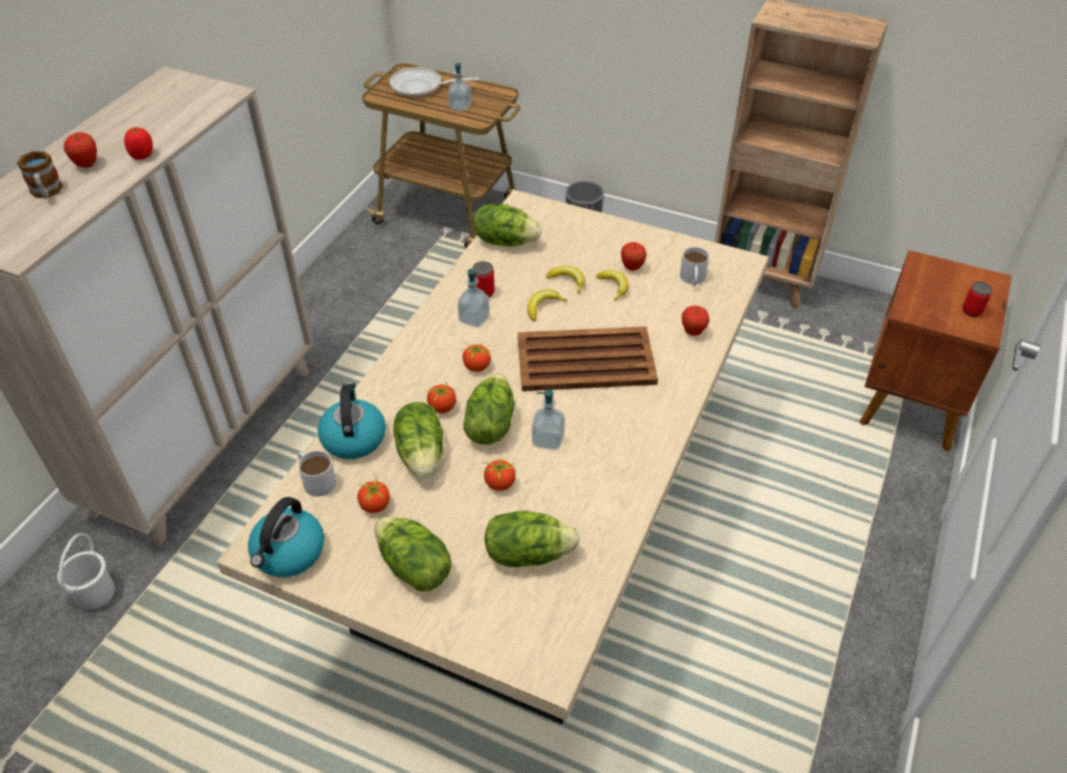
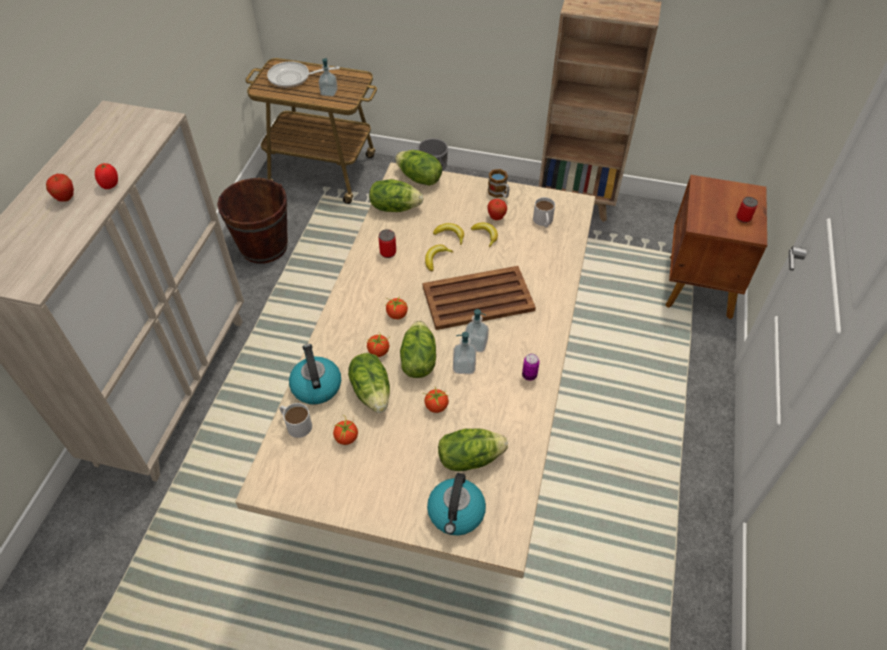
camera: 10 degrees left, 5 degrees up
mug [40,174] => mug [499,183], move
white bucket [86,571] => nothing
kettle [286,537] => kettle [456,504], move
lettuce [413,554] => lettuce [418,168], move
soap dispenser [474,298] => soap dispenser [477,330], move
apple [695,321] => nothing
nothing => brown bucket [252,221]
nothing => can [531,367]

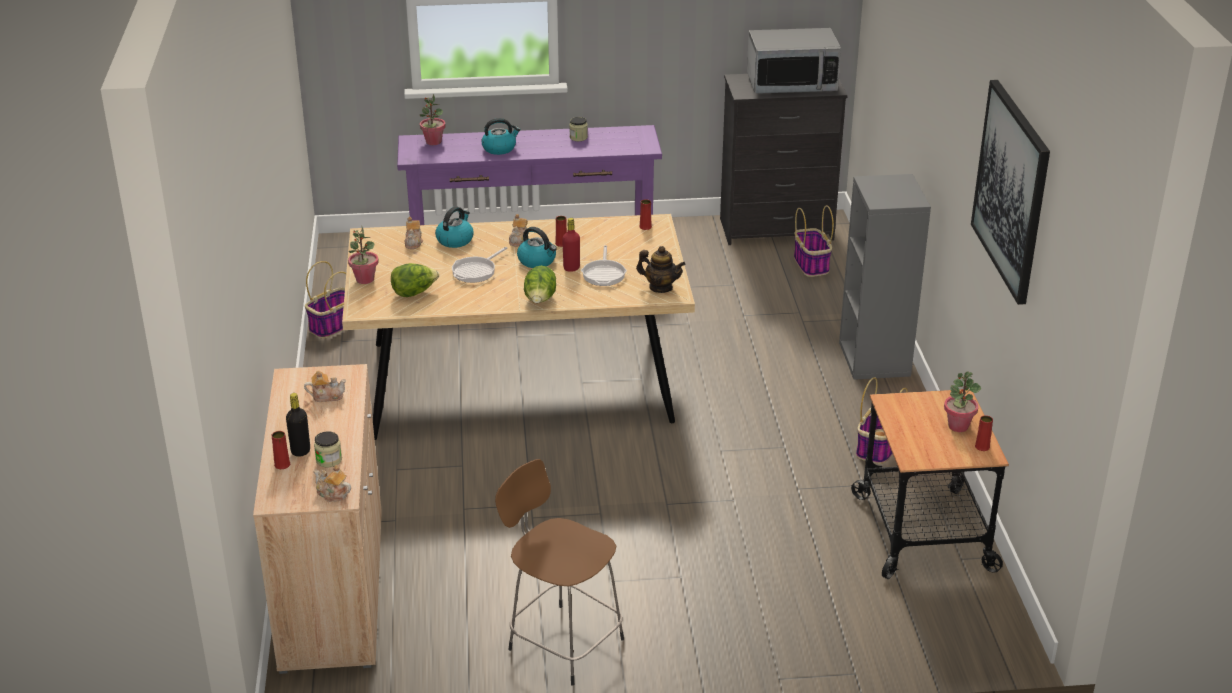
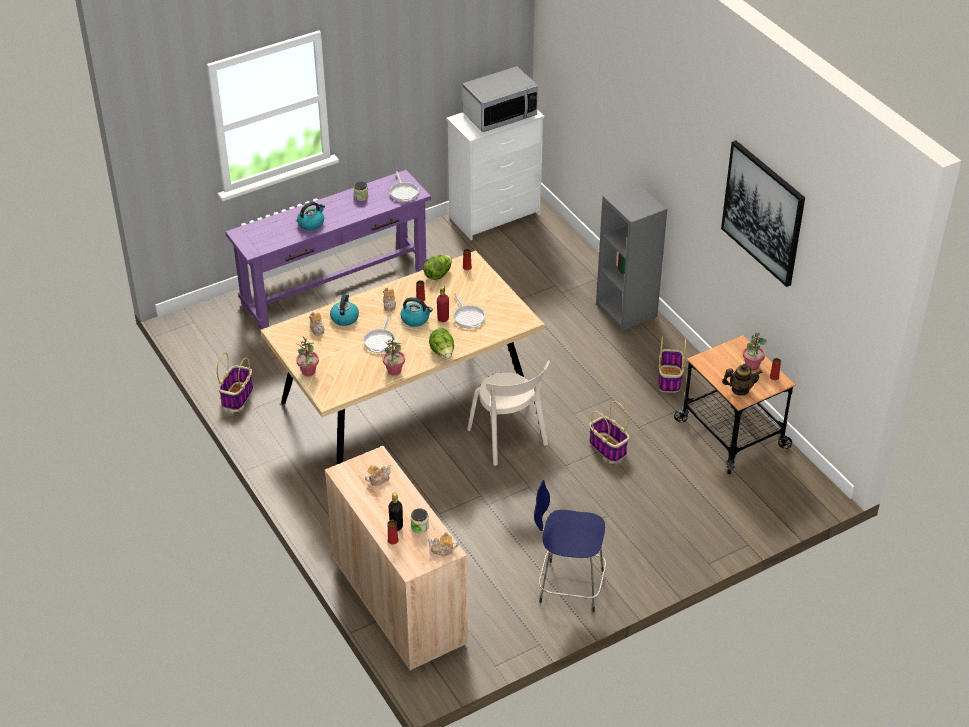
camera: 25 degrees left, 10 degrees up
lettuce [415,280] => lettuce [437,267], move
potted plant [432,119] => potted plant [394,355], move
brown stool [559,572] => blue stool [570,546]
teapot [661,269] => teapot [742,380], move
black dresser [784,159] => white dresser [495,174]
basket [814,241] => basket [609,432], move
nothing => frying pan [404,186]
nothing => beige chair [508,413]

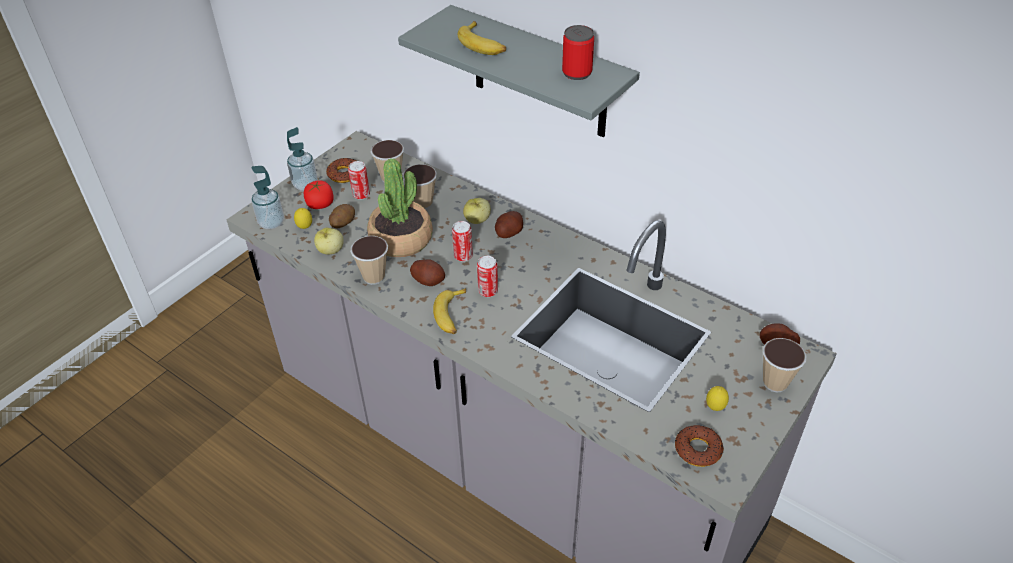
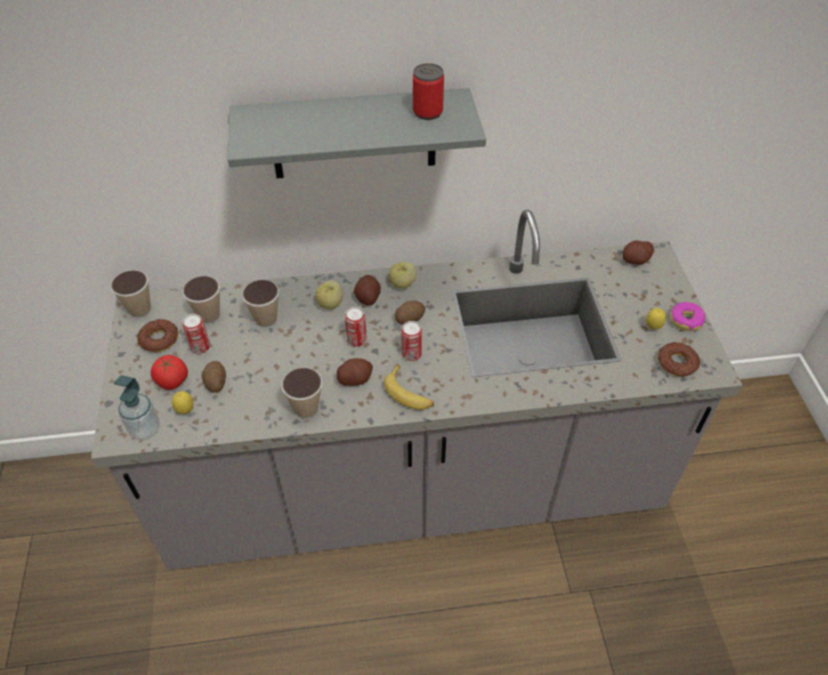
camera: 45 degrees left, 5 degrees up
soap dispenser [302,159] => nothing
apple [329,241] => apple [403,275], move
potted plant [400,207] => nothing
banana [482,38] => nothing
cup [785,365] => cup [130,293], move
nothing => potato [410,312]
nothing => donut [687,316]

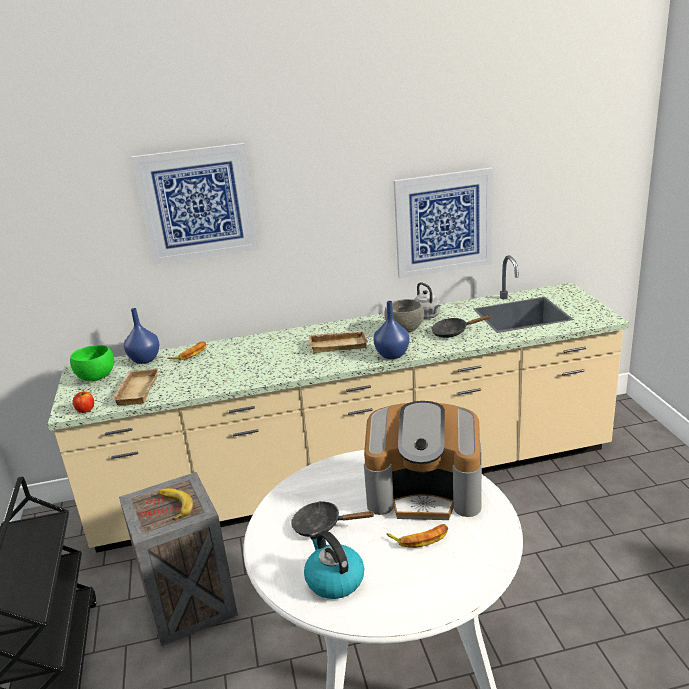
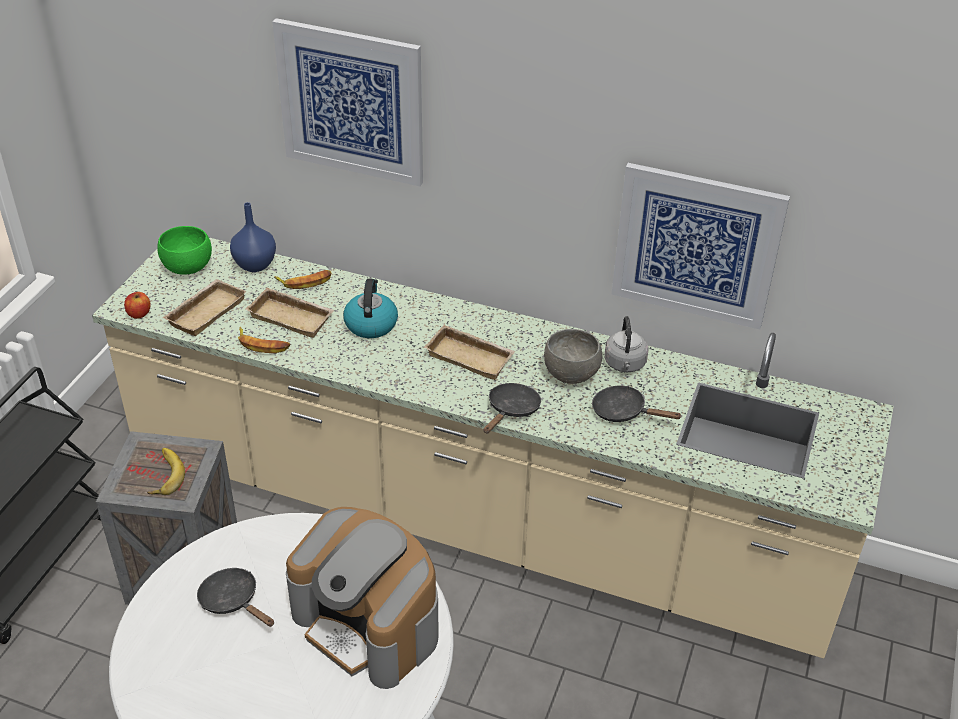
camera: 30 degrees right, 15 degrees up
kettle [334,565] => kettle [370,308], move
blue vase [391,330] => black frying pan [512,408]
banana [417,536] => banana [264,340], move
nothing => beige tray [289,313]

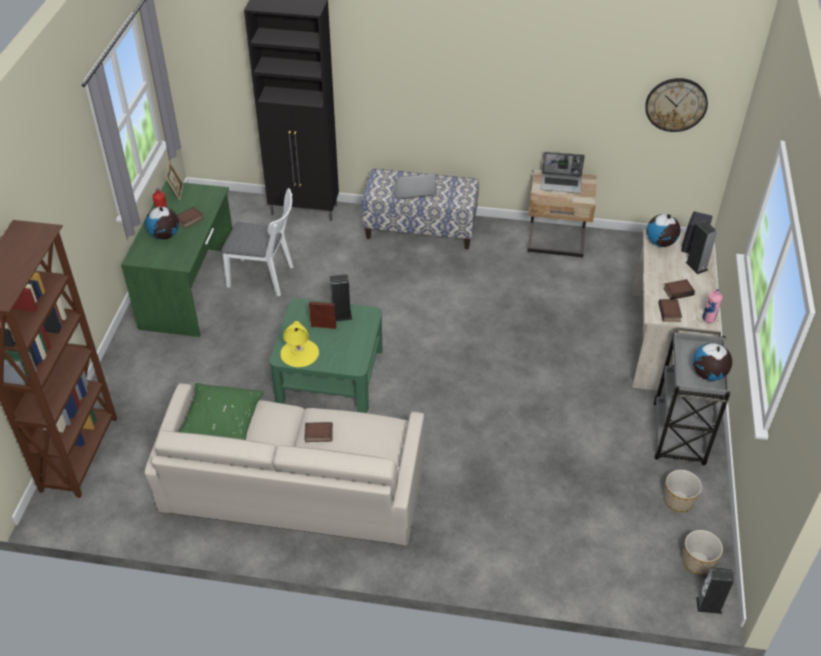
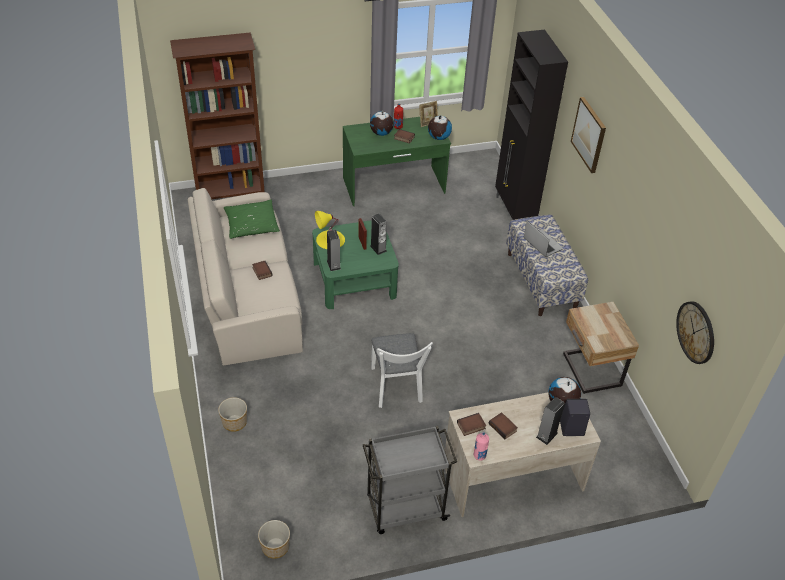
camera: 65 degrees right, 0 degrees up
white chair [257,242] => white chair [402,370], move
laptop [563,172] => nothing
planter [683,491] => planter [232,414], move
globe [712,362] => globe [440,128], move
speaker [715,590] => speaker [334,250], move
nothing => picture [588,135]

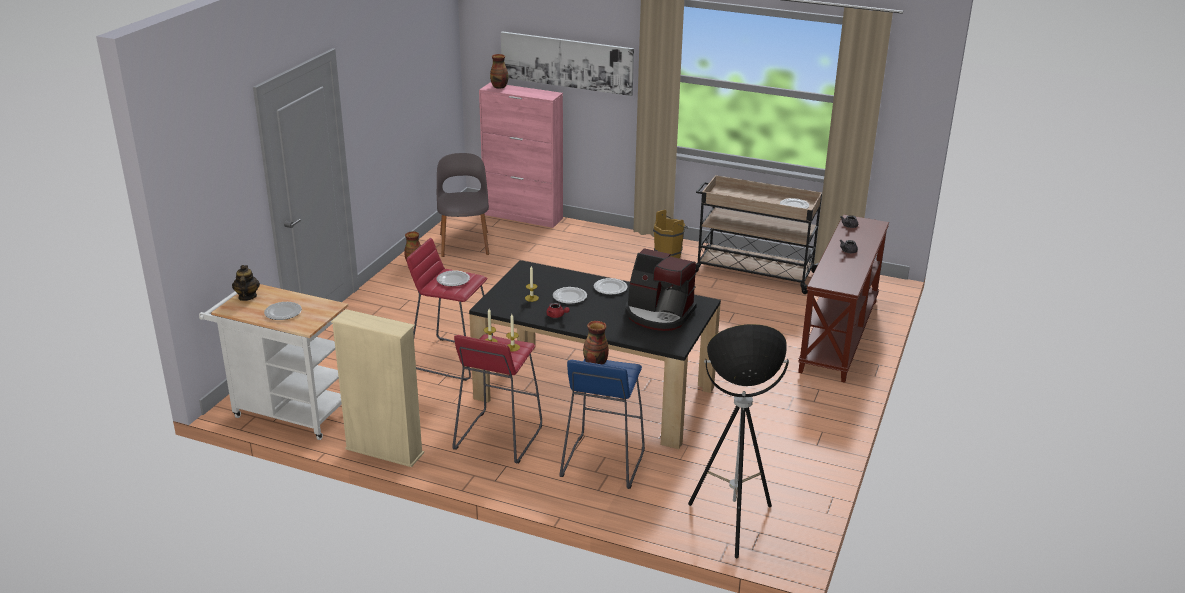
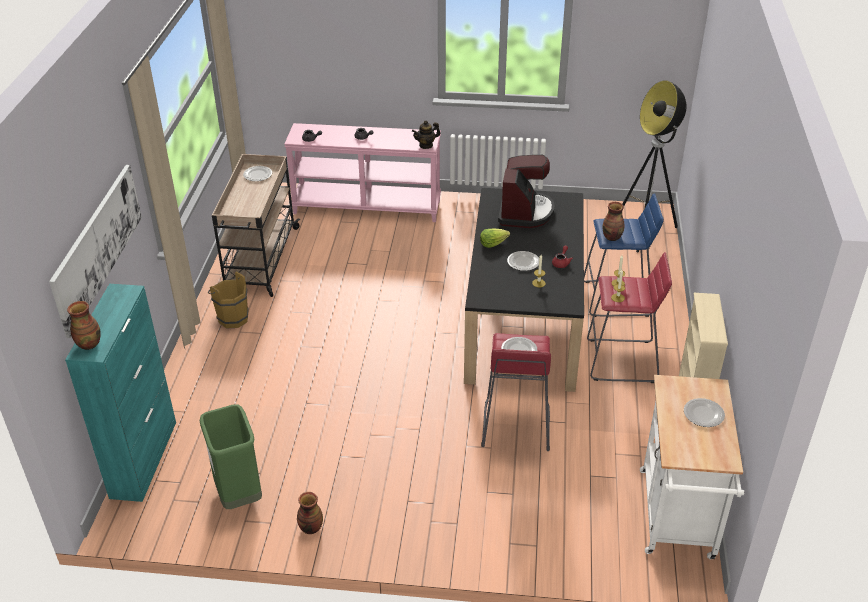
camera: 105 degrees left, 10 degrees up
teapot [246,283] => teapot [426,135], move
grey chair [463,205] => green trash can [231,456]
pink cabinet [521,155] => turquoise cabinet [120,393]
plate [611,286] => lettuce [495,238]
brown console table [843,298] => pink console table [362,172]

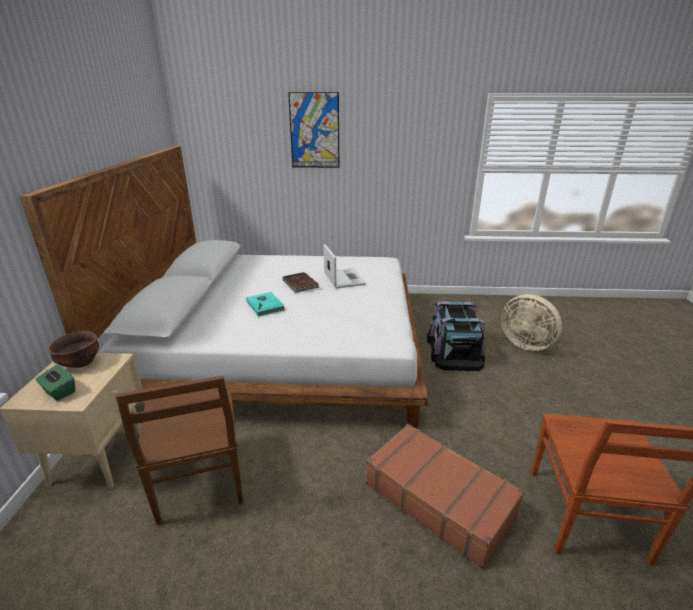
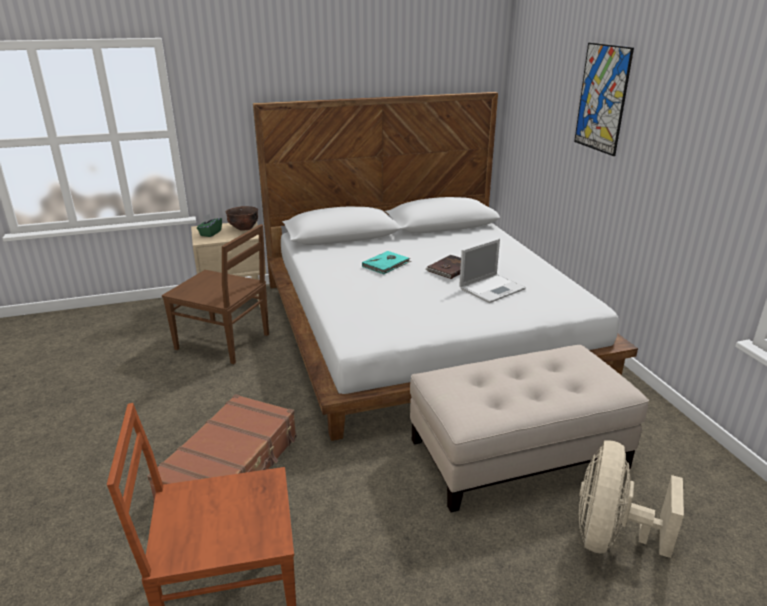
camera: 70 degrees right, 0 degrees up
brown chair [179,450] => brown chair [215,294], 120 degrees counterclockwise
black storage box [456,336] => beige ottoman [529,429]

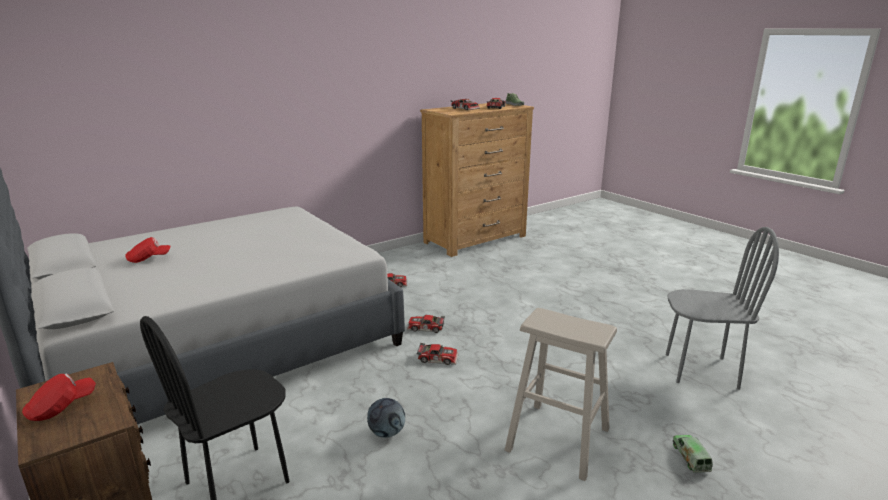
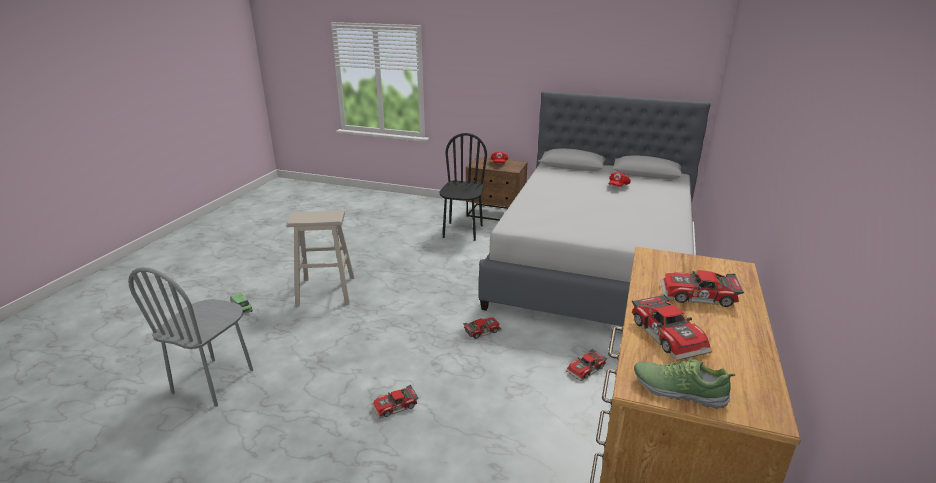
camera: 145 degrees right, 5 degrees up
football [386,418] => nothing
toy car [438,354] => toy car [395,402], move
grey chair [722,308] => grey chair [190,337], 45 degrees counterclockwise

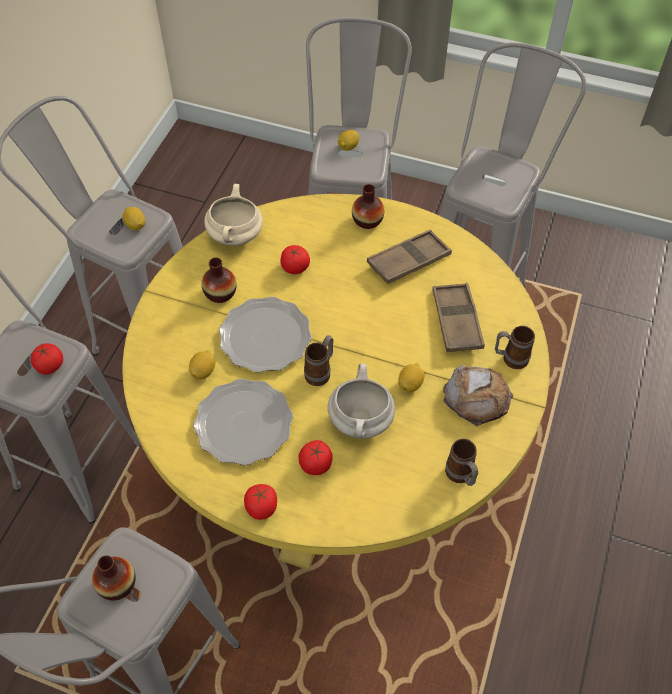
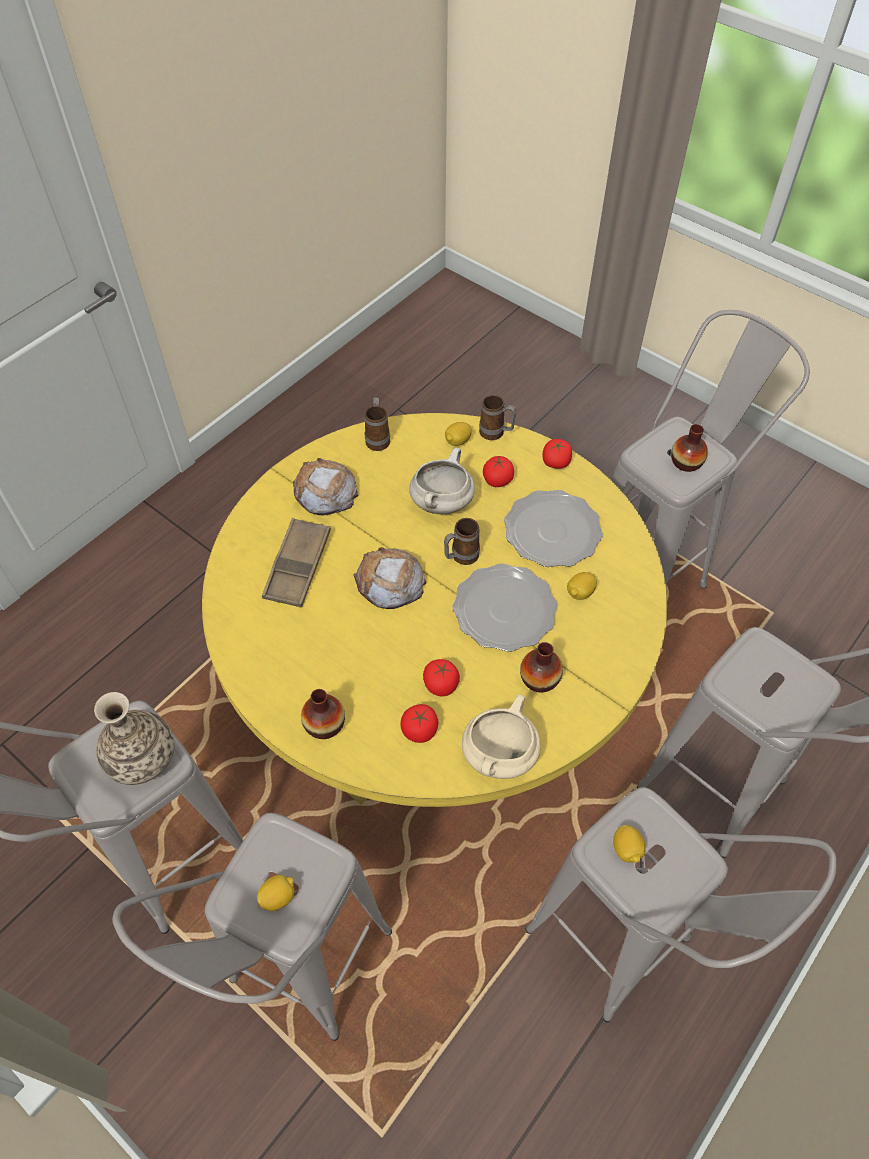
camera: 160 degrees left, 0 degrees up
tomato [47,359] => tomato [419,723], move
brown tray [409,257] => nothing
lemon [411,377] => lemon [458,434], move
mug [515,347] => mug [497,417], move
nothing => vase [134,738]
nothing => bread [390,578]

